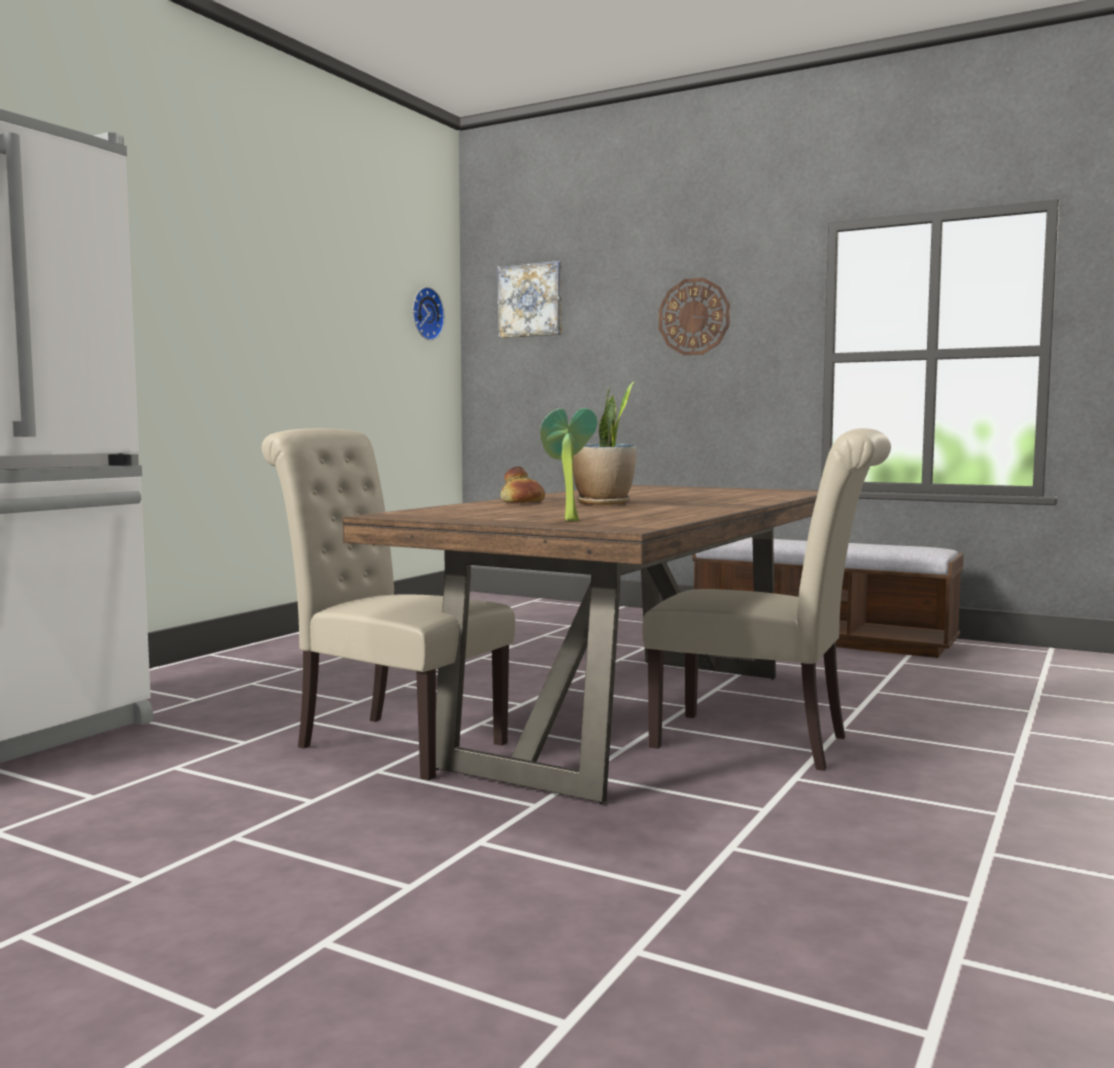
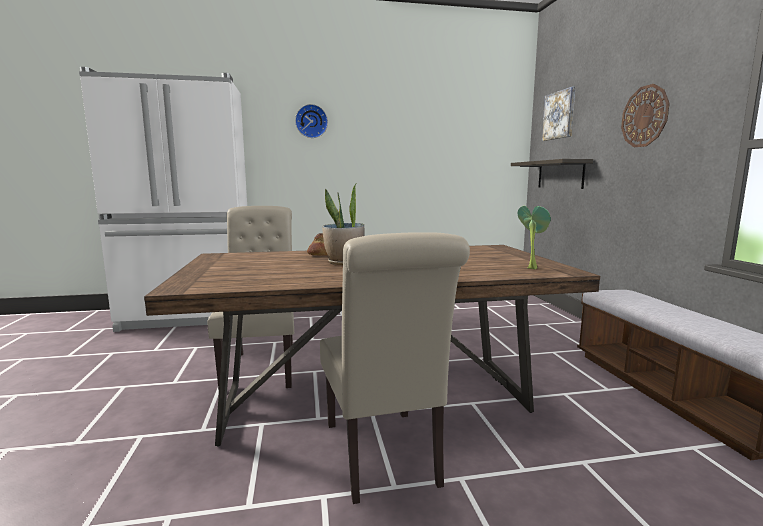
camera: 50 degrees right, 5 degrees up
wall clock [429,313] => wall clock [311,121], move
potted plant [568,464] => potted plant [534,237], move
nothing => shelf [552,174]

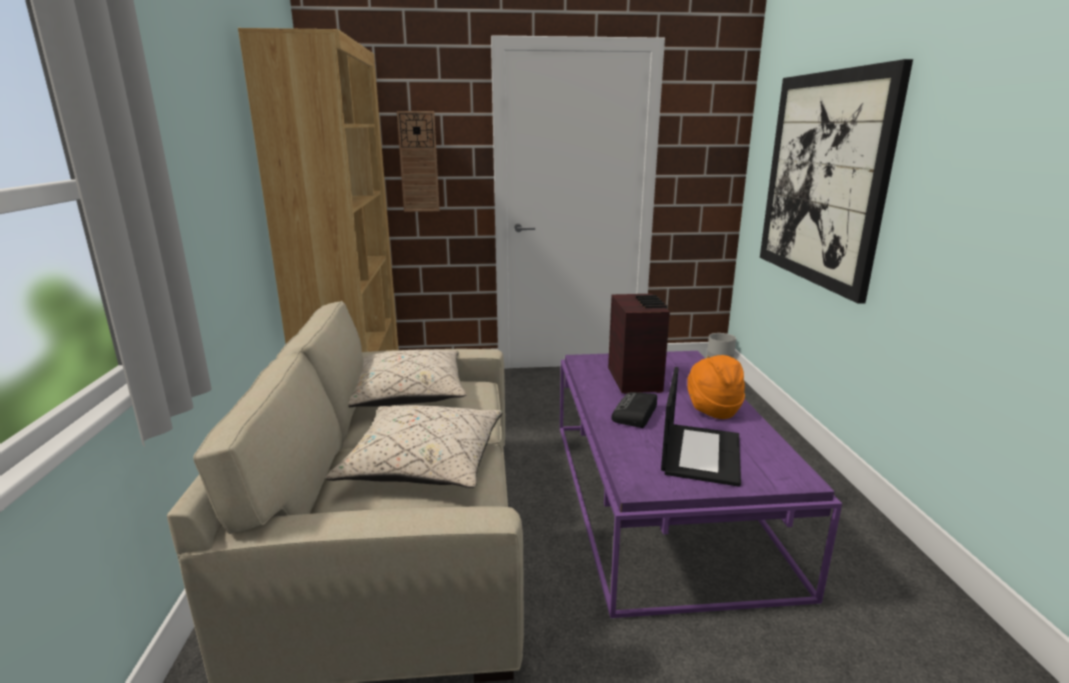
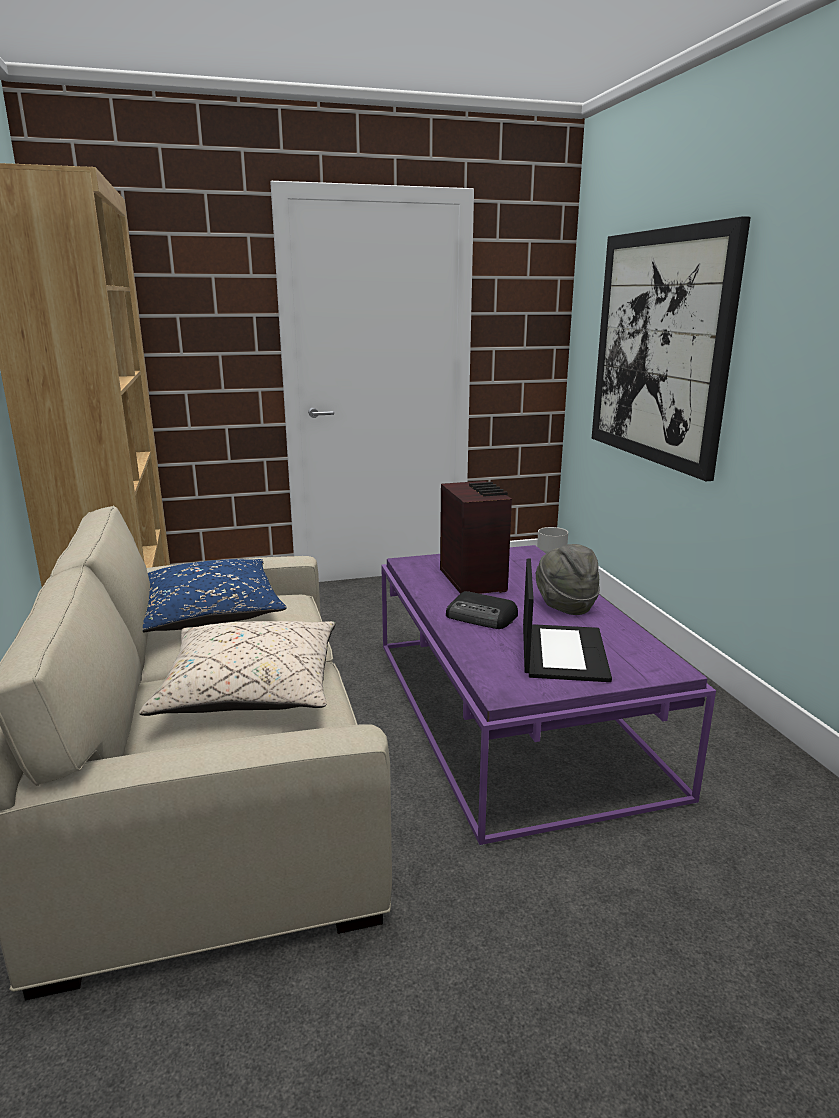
camera: 10 degrees left, 0 degrees up
beige pillow [407,378] => blue pillow [215,596]
wall clock [418,161] => nothing
radio [634,410] => radio [482,610], 75 degrees counterclockwise
orange hat [716,387] => grey hat [568,579]

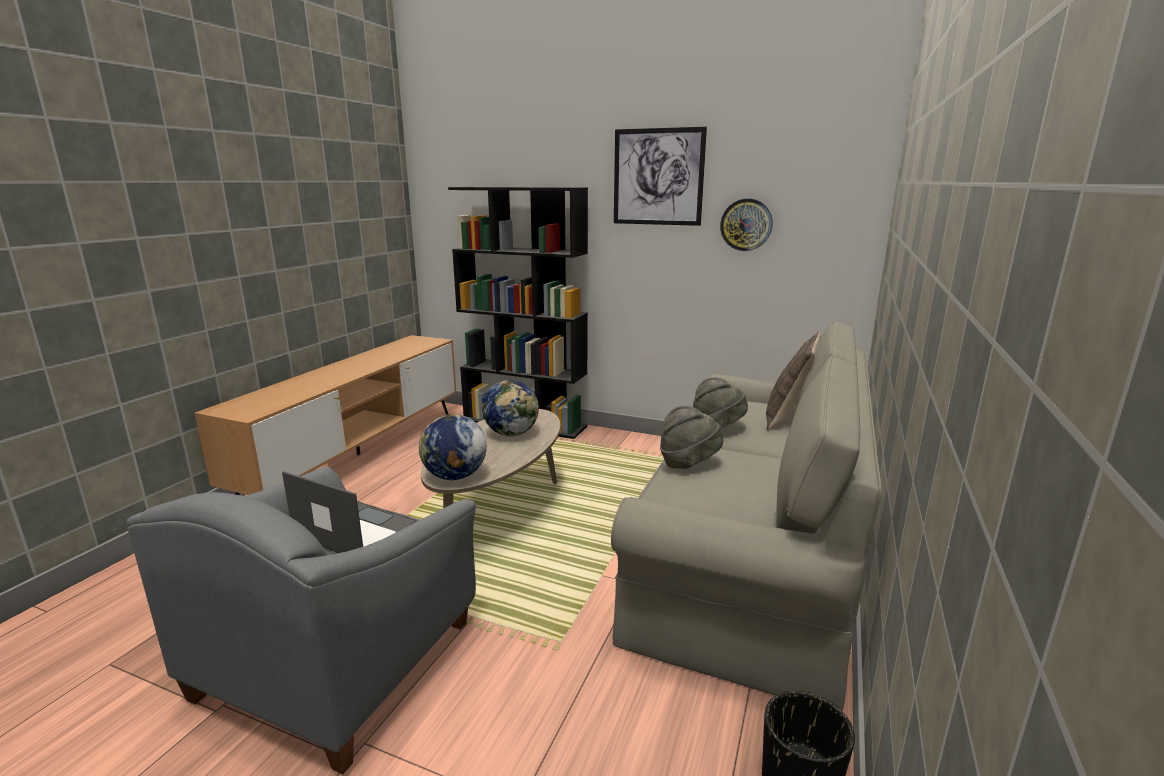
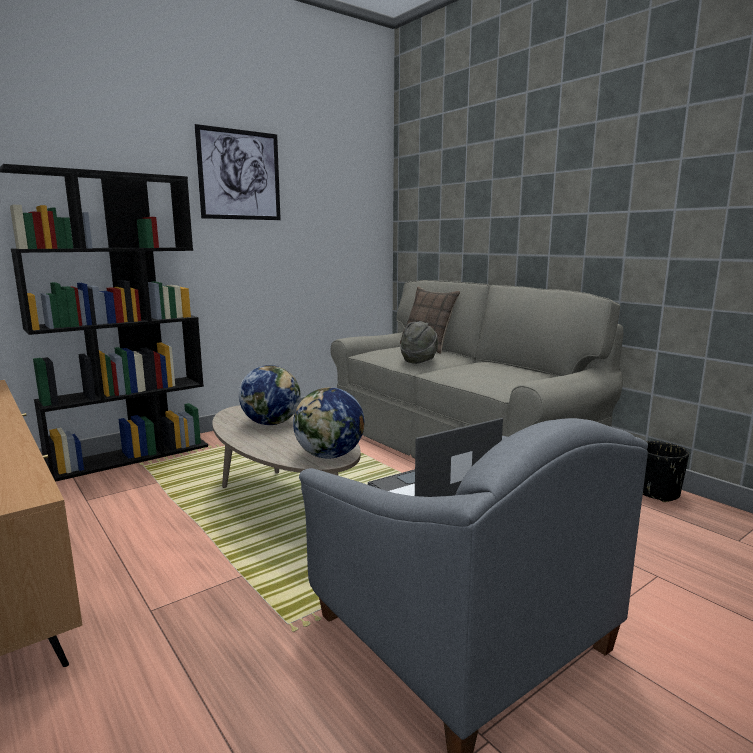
camera: 60 degrees left, 5 degrees down
grey hat [691,437] => nothing
wall clock [746,225] => nothing

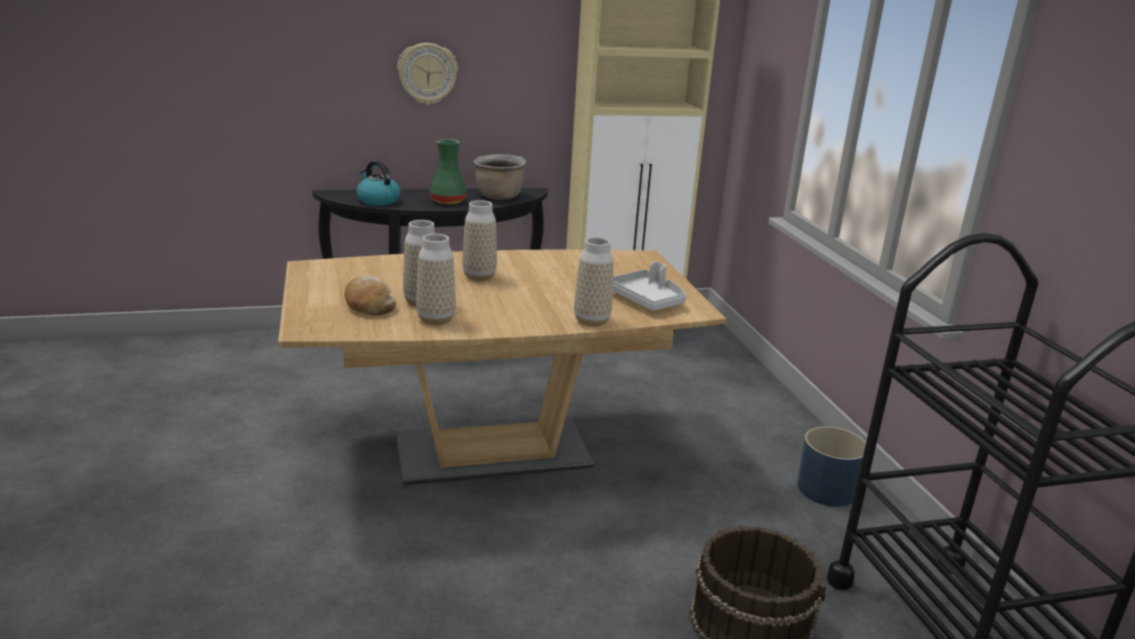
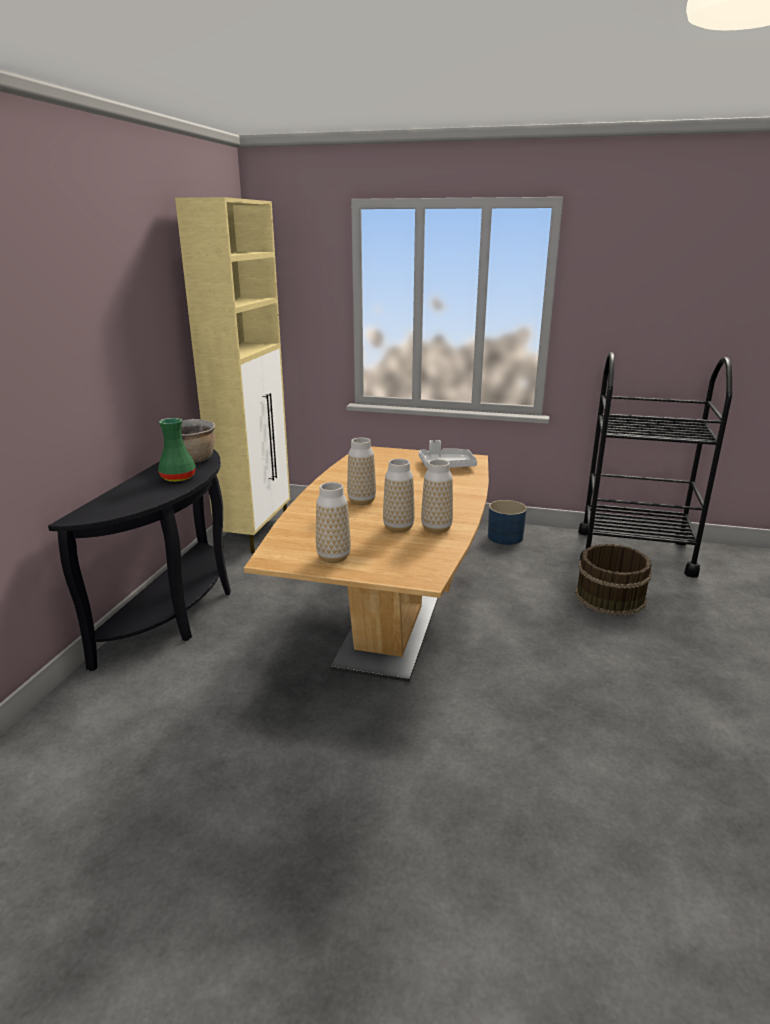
camera: 60 degrees left, 0 degrees up
bread [370,295] => nothing
kettle [378,183] => nothing
wall clock [427,74] => nothing
vase [594,282] => vase [333,522], move

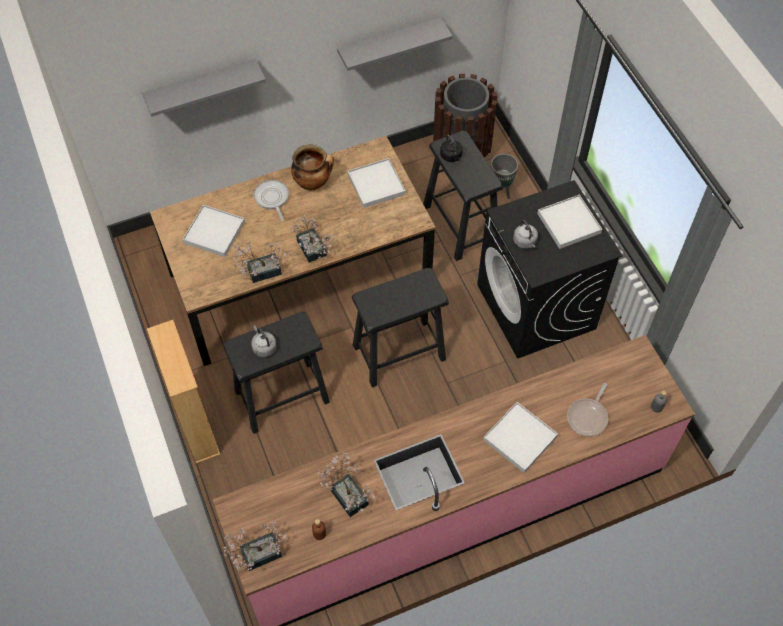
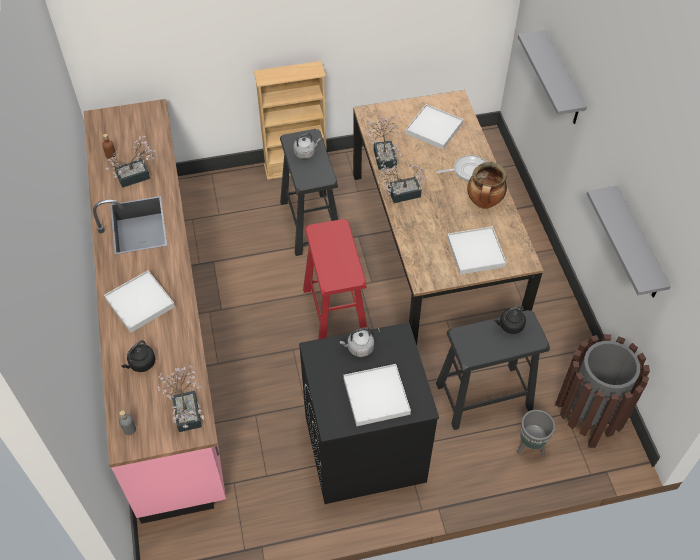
camera: 100 degrees right, 5 degrees down
potted plant [255,546] => potted plant [181,398], move
black stool [400,327] => red stool [335,279]
frying pan [587,409] => black kettle [138,356]

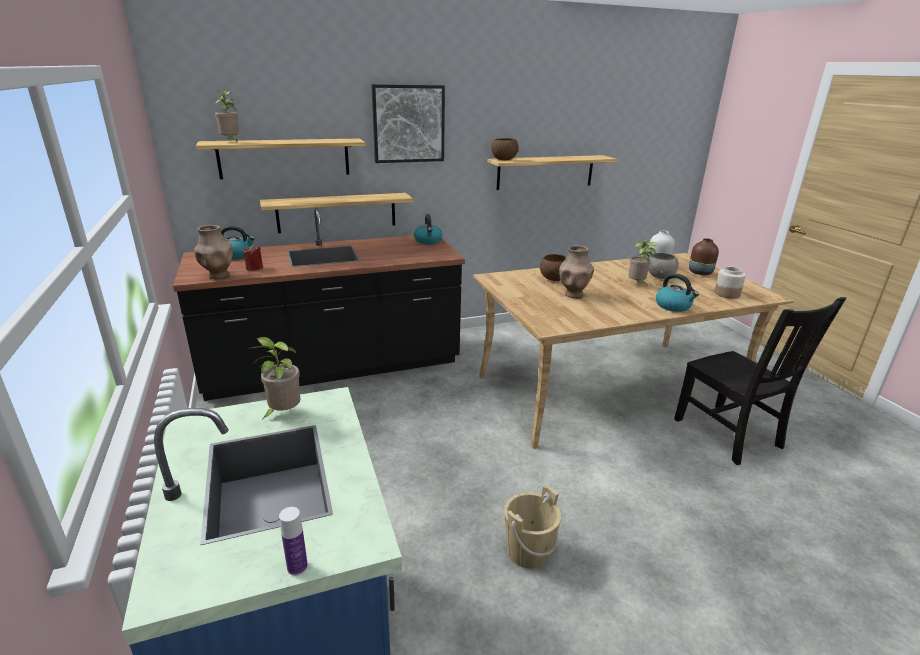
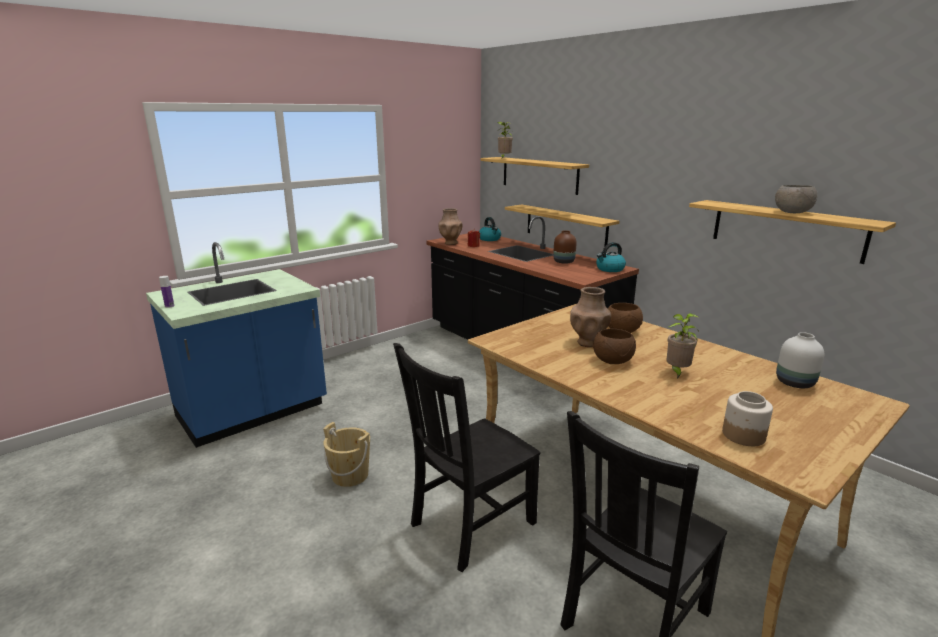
camera: 70 degrees right, 5 degrees down
potted plant [273,378] => nothing
picture [408,123] => nothing
brown bowl [505,149] => brown bowl [614,346], move
grey bowl [663,266] => grey bowl [796,199], move
kettle [677,293] => nothing
brown vase [704,256] => brown vase [565,247], move
nothing => black chair [466,457]

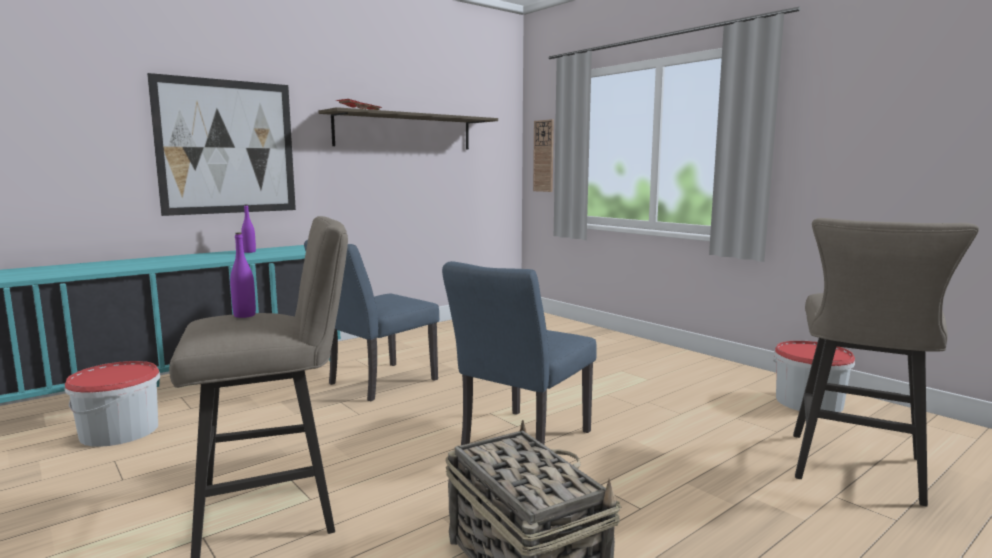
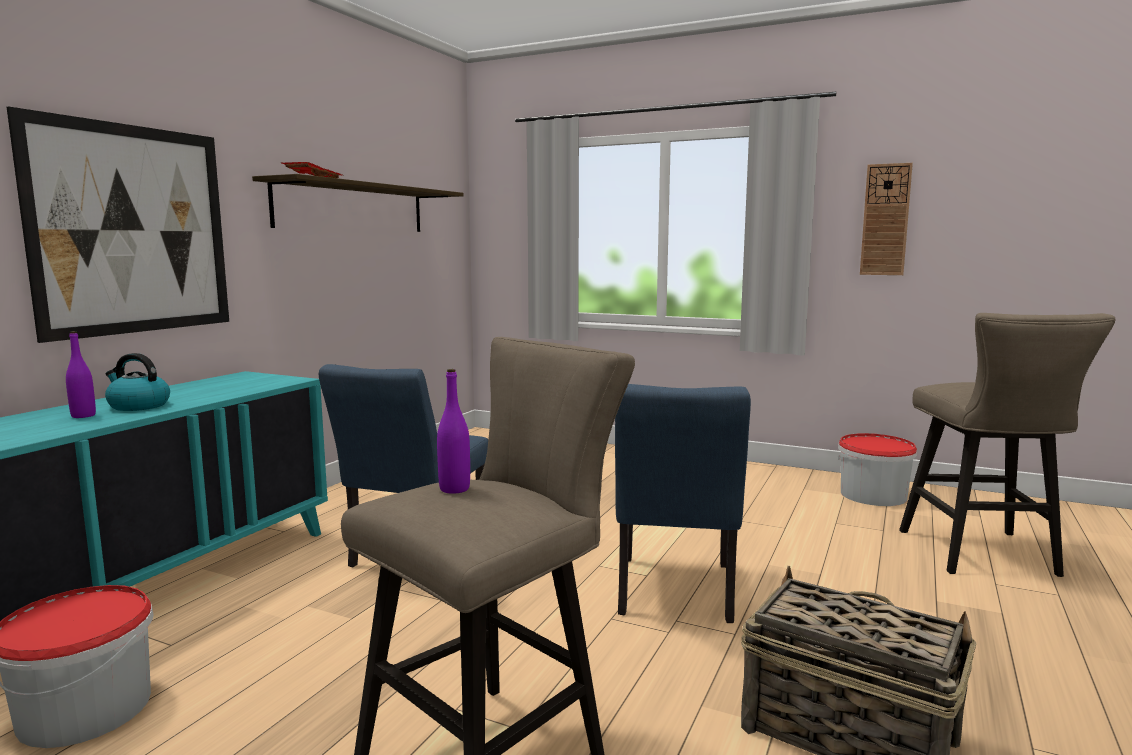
camera: 25 degrees left, 0 degrees up
purple bottle [248,229] => purple bottle [81,374], move
wall clock [543,155] => wall clock [886,219], move
nothing => kettle [137,382]

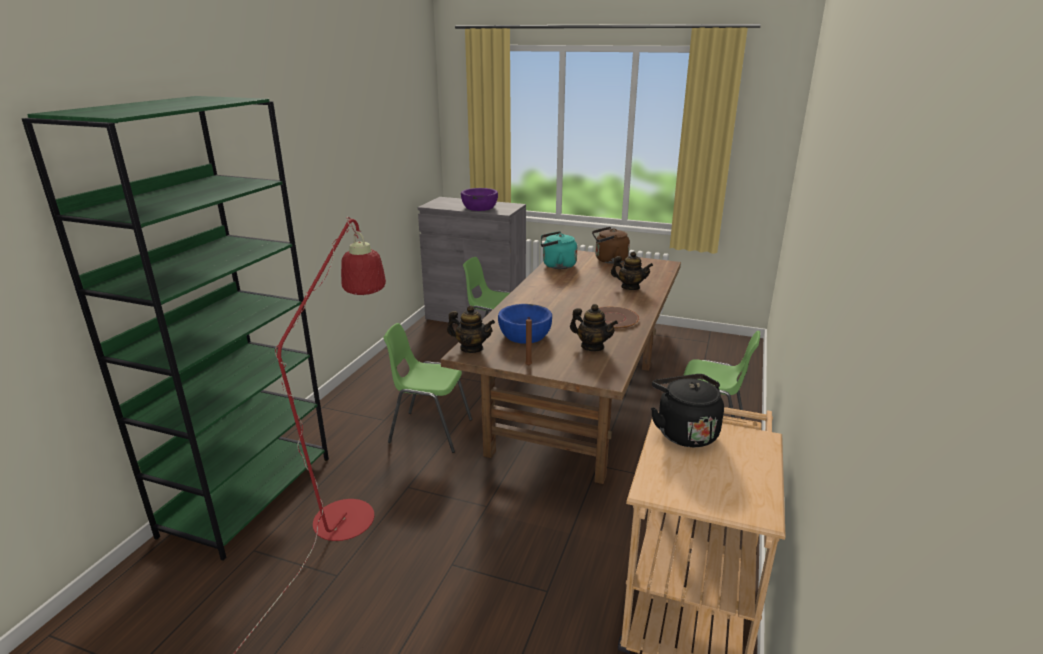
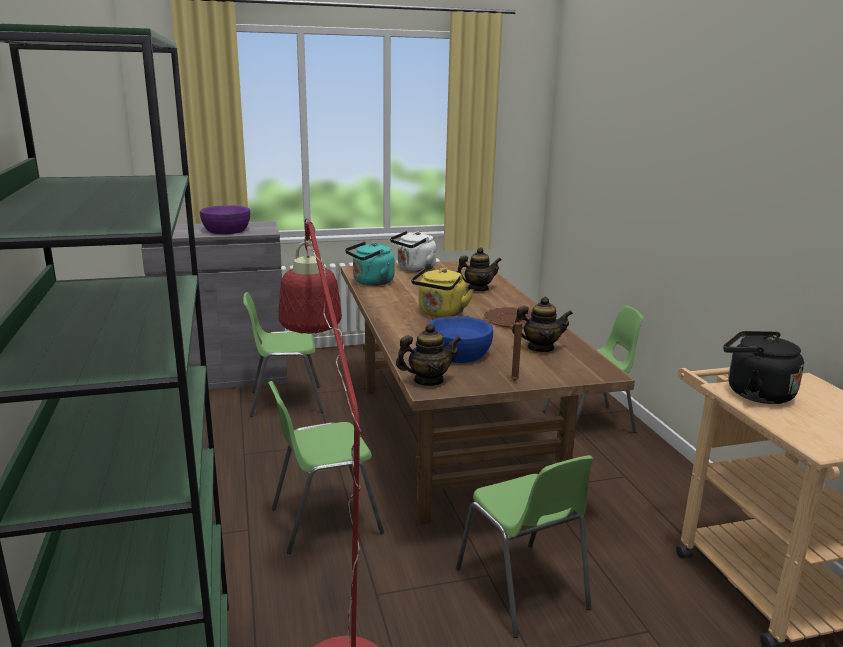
camera: 35 degrees left, 5 degrees down
brown kettle [611,245] => white kettle [413,251]
nothing => yellow kettle [442,292]
nothing => green chair [525,546]

